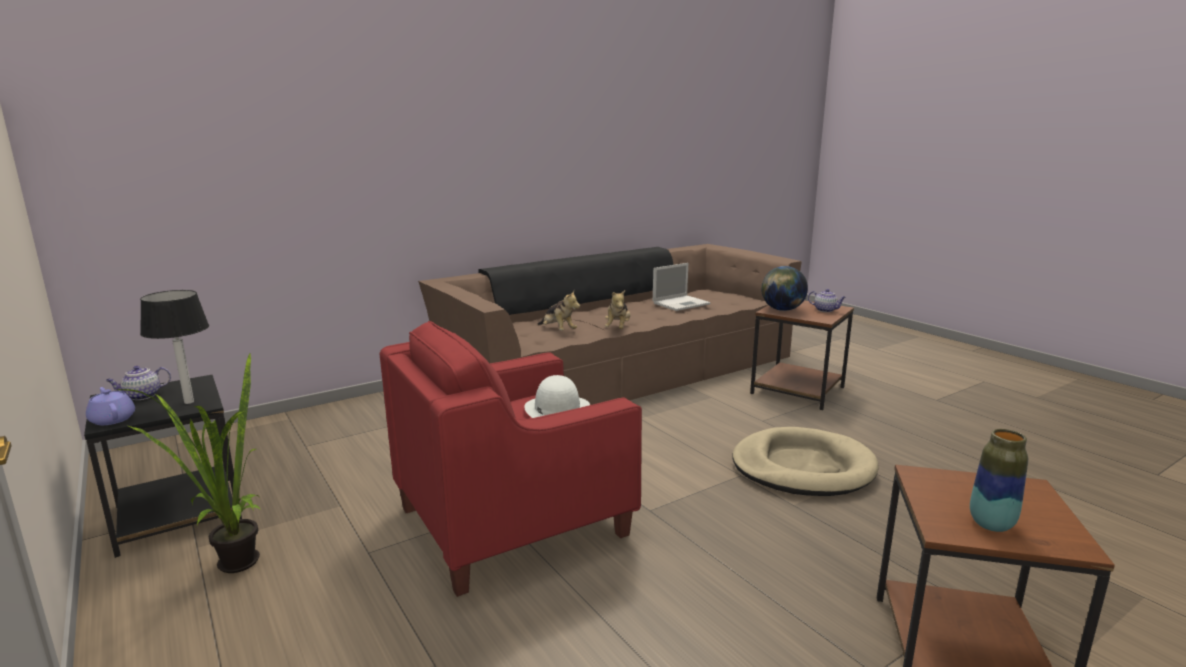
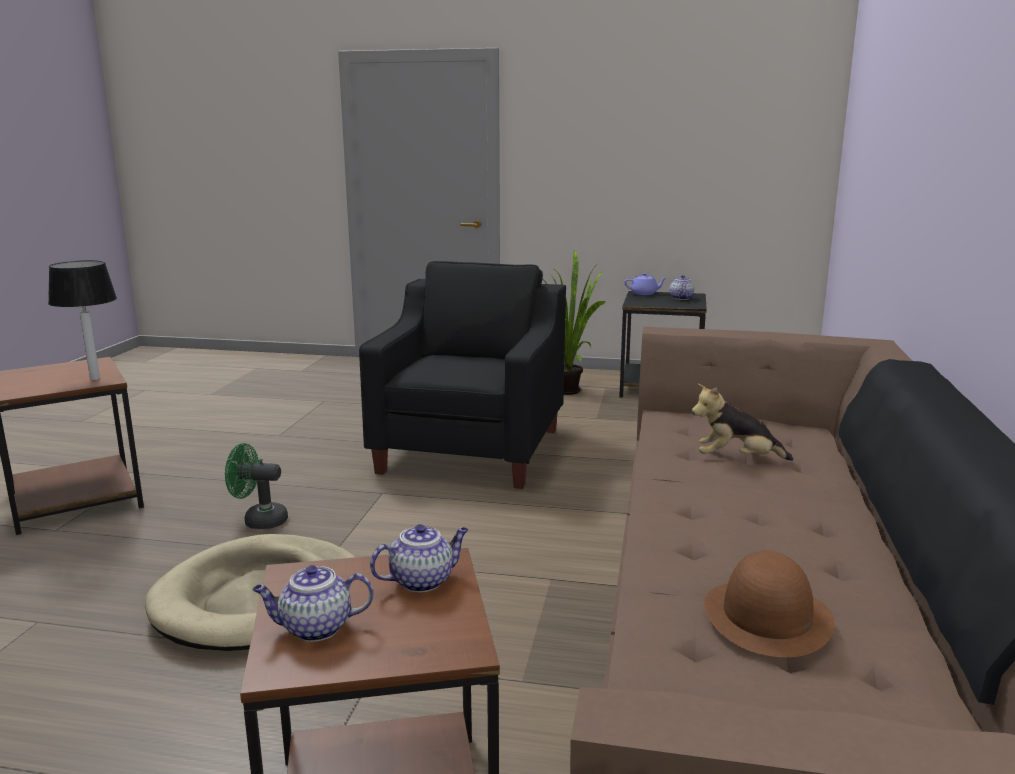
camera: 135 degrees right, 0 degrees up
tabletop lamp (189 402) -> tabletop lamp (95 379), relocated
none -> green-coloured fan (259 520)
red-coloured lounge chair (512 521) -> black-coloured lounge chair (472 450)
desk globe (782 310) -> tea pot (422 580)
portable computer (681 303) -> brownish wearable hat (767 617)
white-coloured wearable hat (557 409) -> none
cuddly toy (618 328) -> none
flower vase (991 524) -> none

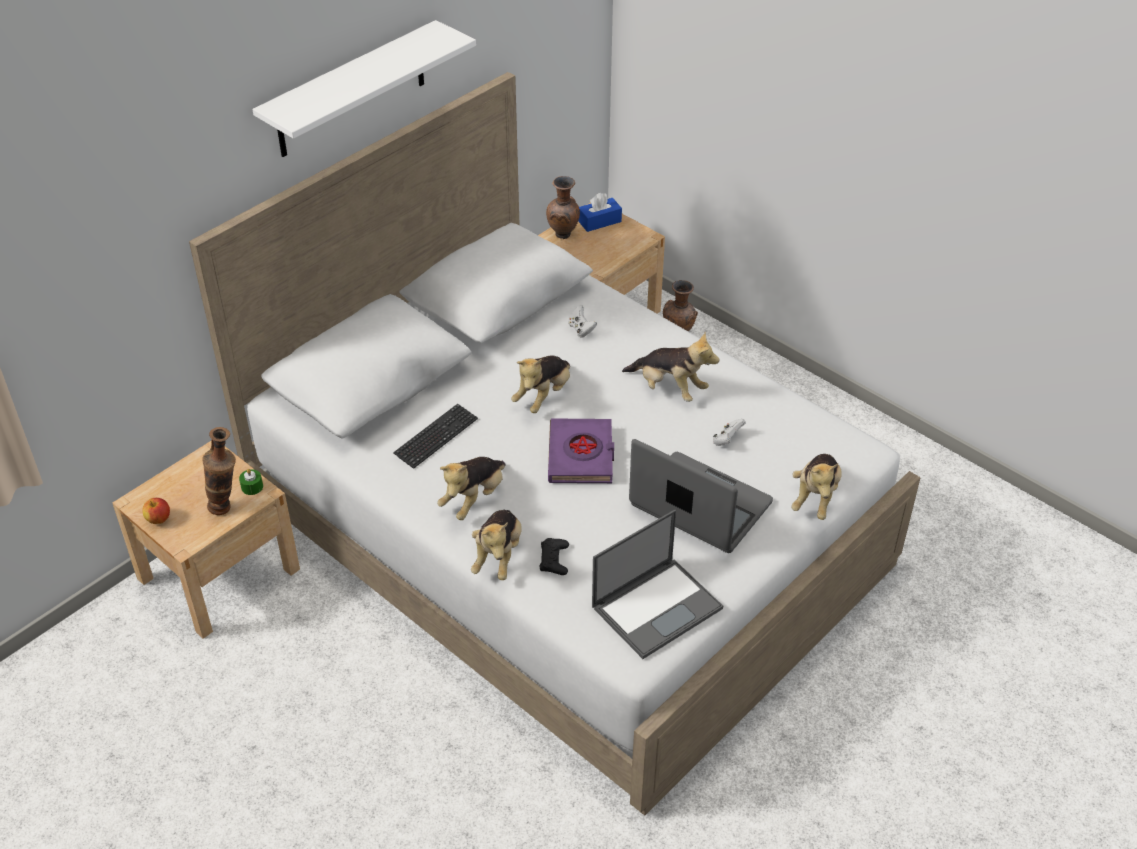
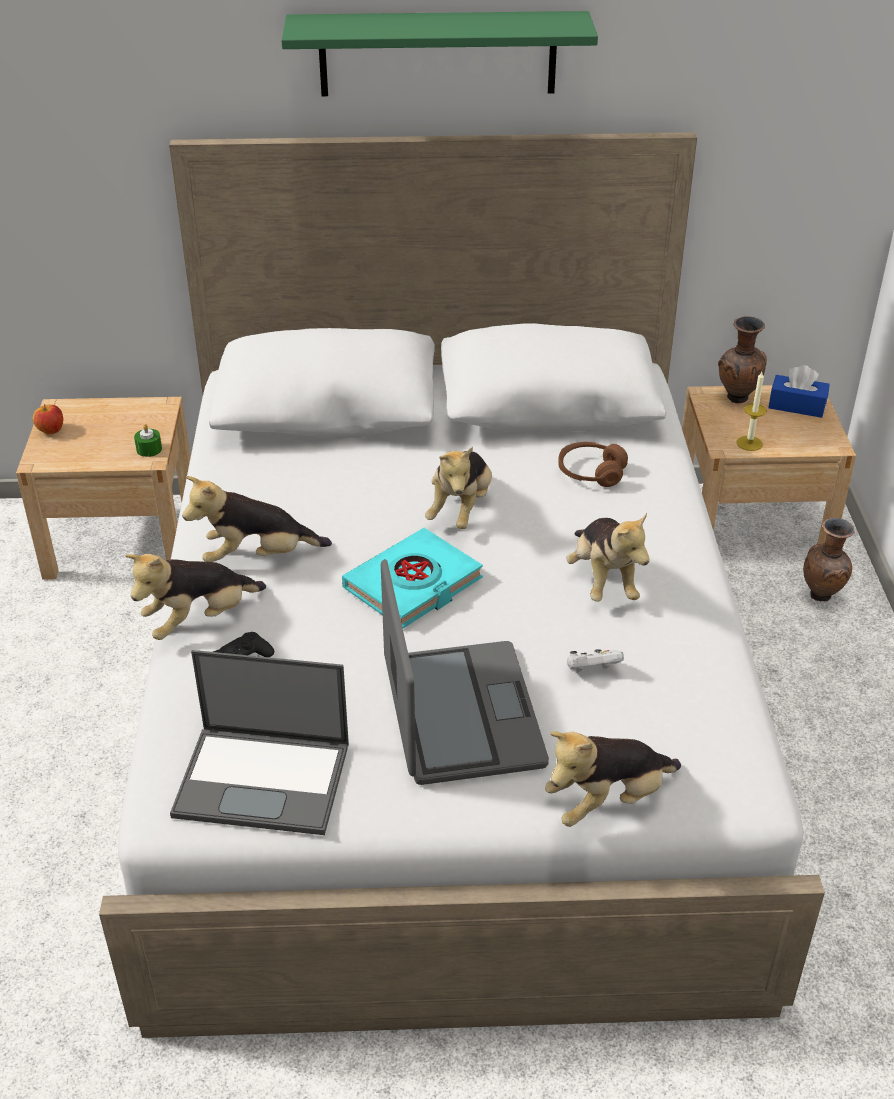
camera: 45 degrees right, 5 degrees down
white-coloured bracket shelf (351 90) -> green-coloured bracket shelf (438 53)
purple-coloured volume (581 456) -> turquoise volume (413 585)
cuddly toy (543 396) -> cuddly toy (461 509), 60 degrees counterclockwise
white-coloured joypad (581 329) -> brownish headset (591 473)
none -> wax light (749 443)
flower vase (227 508) -> none
computer keyboard (436 437) -> none

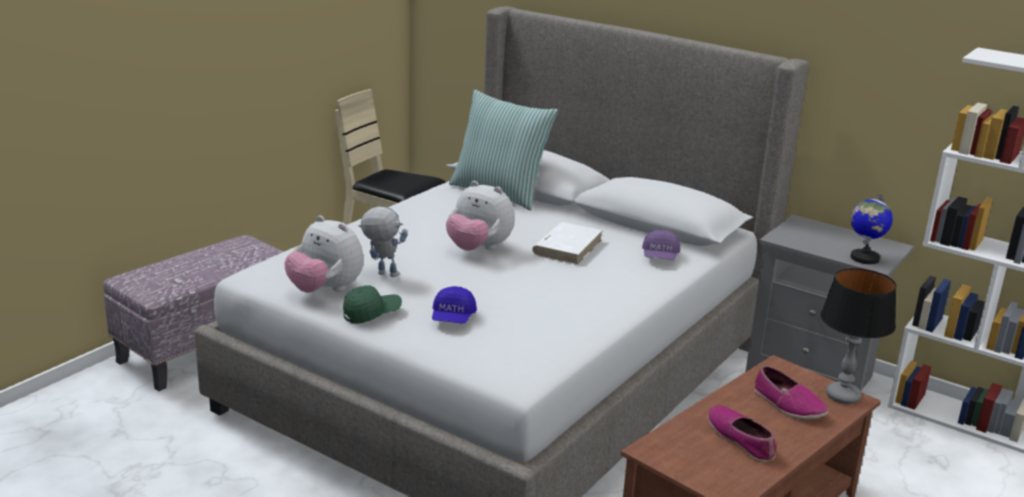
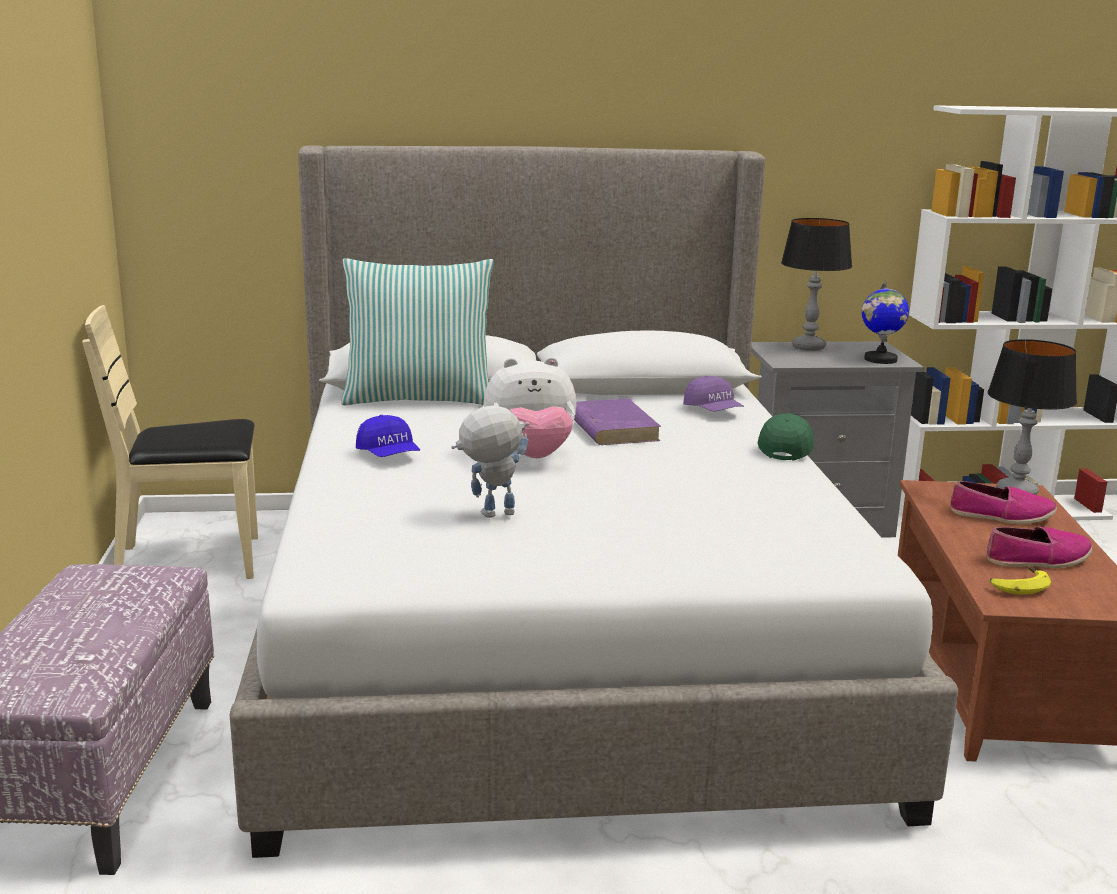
camera: 40 degrees left, 5 degrees down
bluish baseball cap (453 318) -> bluish baseball cap (389 455), relocated
white-coloured volume (567 247) -> purple-coloured volume (611 428)
green-coloured baseball cap (372 314) -> green-coloured baseball cap (786 449), relocated
none -> tabletop lamp (808 347)
low shoe (741 440) -> low shoe (1037 559), 150 degrees clockwise
none -> banana (1017 586)
cuddly toy (325 290) -> none

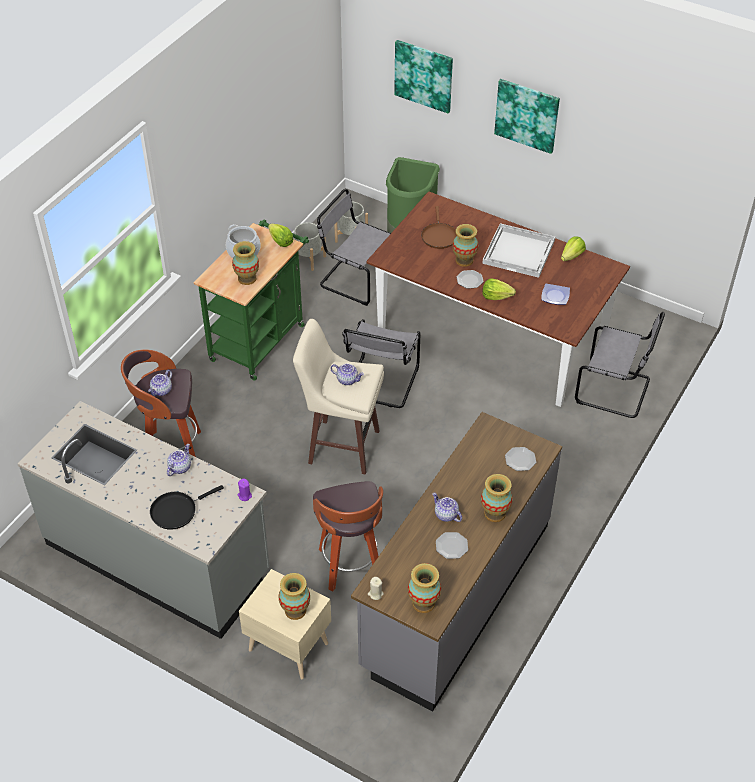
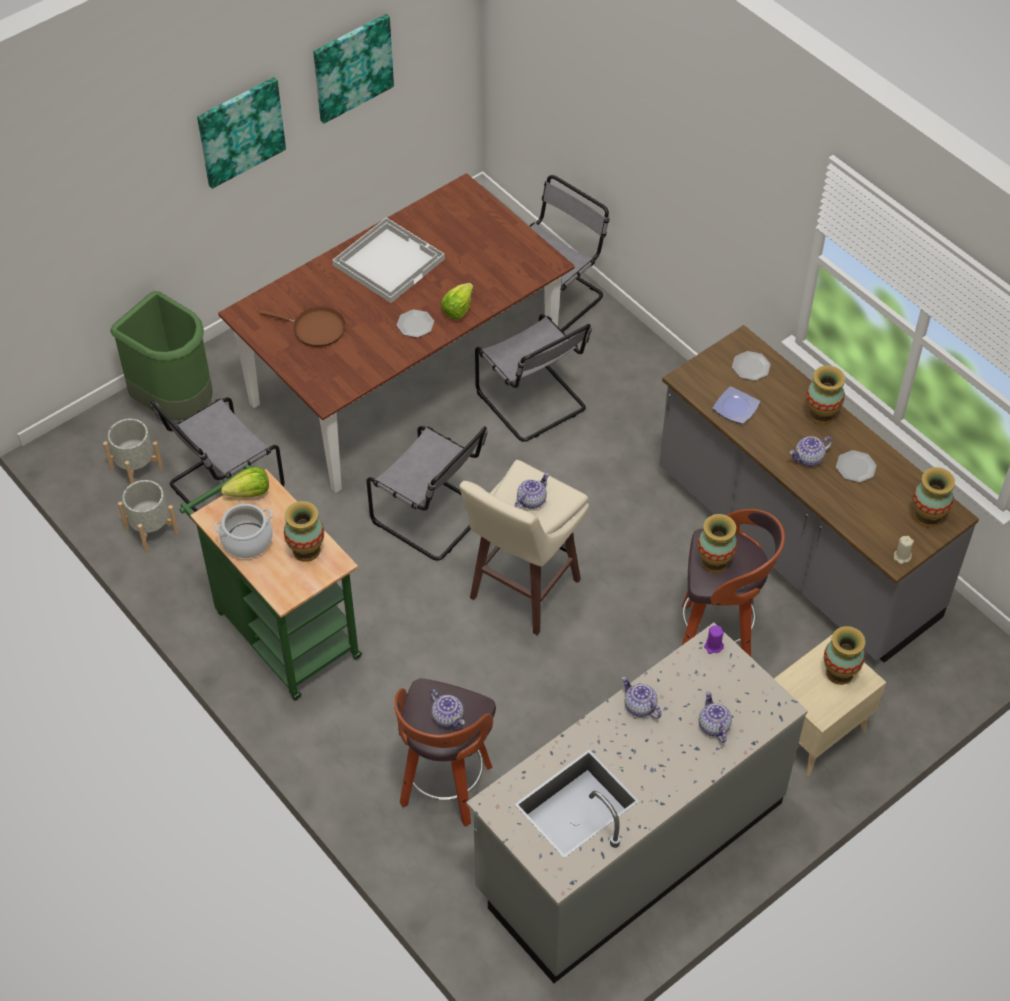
camera: 70 degrees left, 5 degrees up
picture (424 75) -> picture (352 67), relocated
none -> gray upright chair (534 403)
flower vase (464 260) -> flower vase (714 561), relocated
black-coloured skillet (177 511) -> tea pot (713 726)
plate (555 296) -> plate (737 407), relocated
lettuce (572 256) -> none

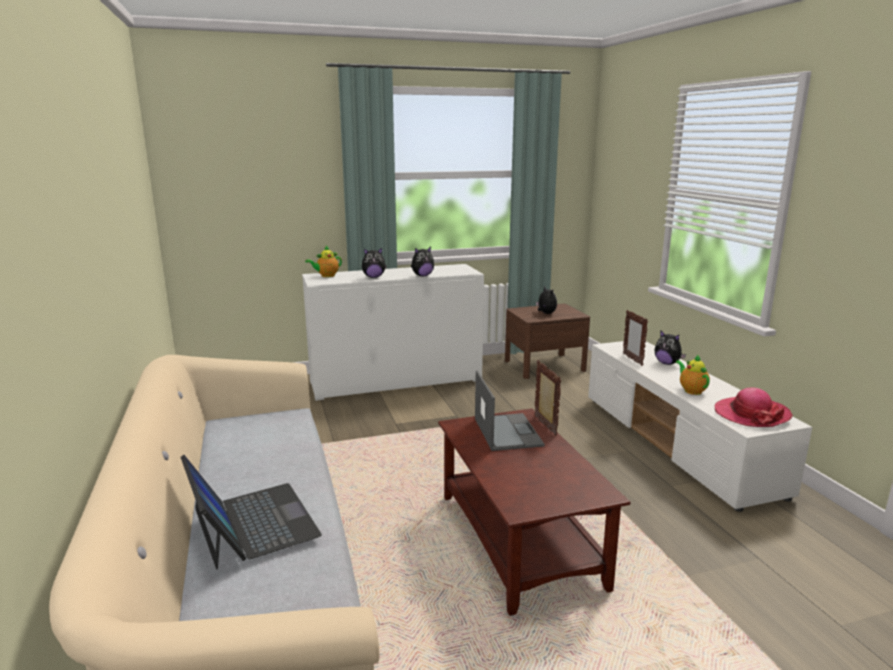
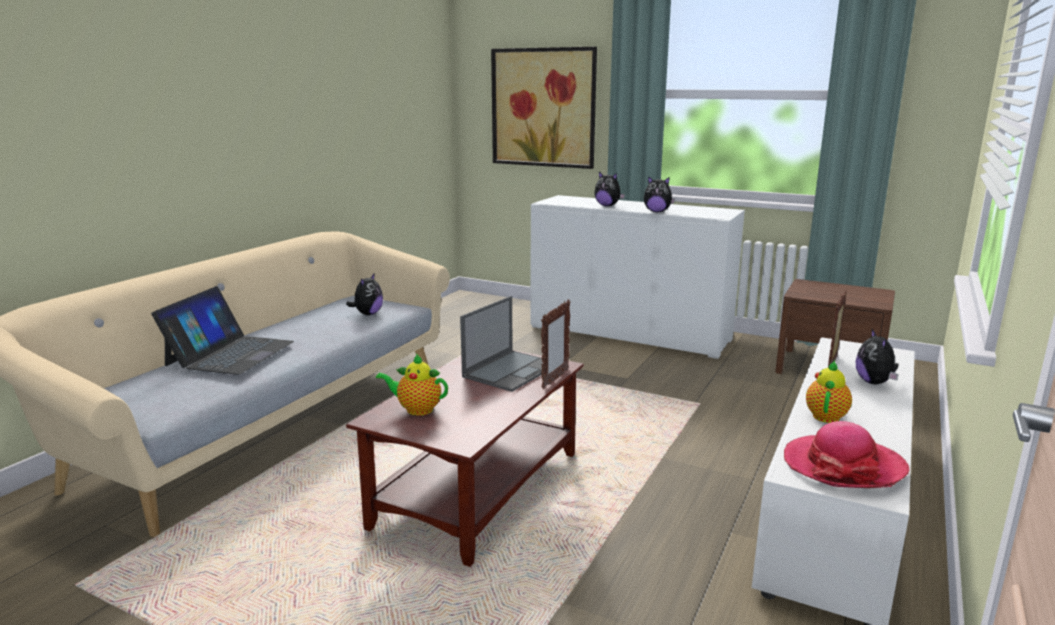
camera: 45 degrees right, 0 degrees up
cuddly toy (545 313) -> cuddly toy (368 314), relocated
tea pot (326 276) -> tea pot (416 409), relocated
none -> picture (543 108)

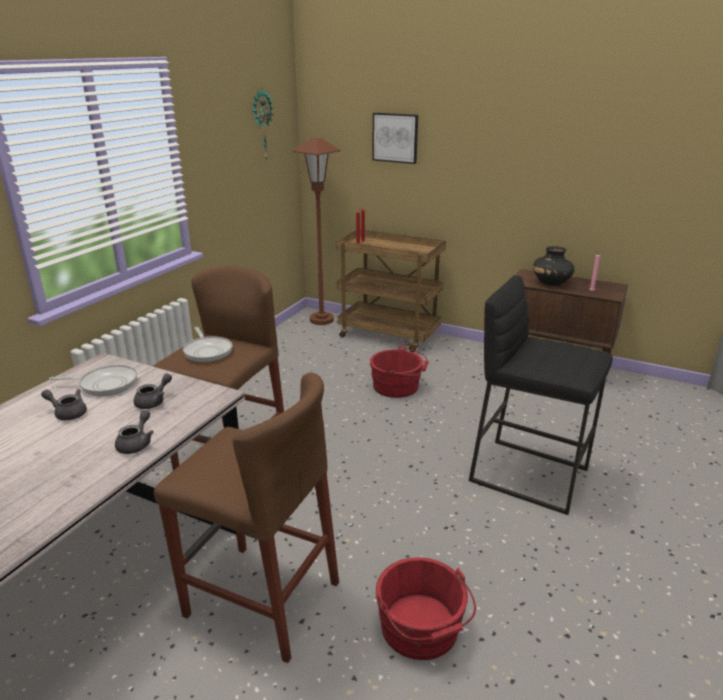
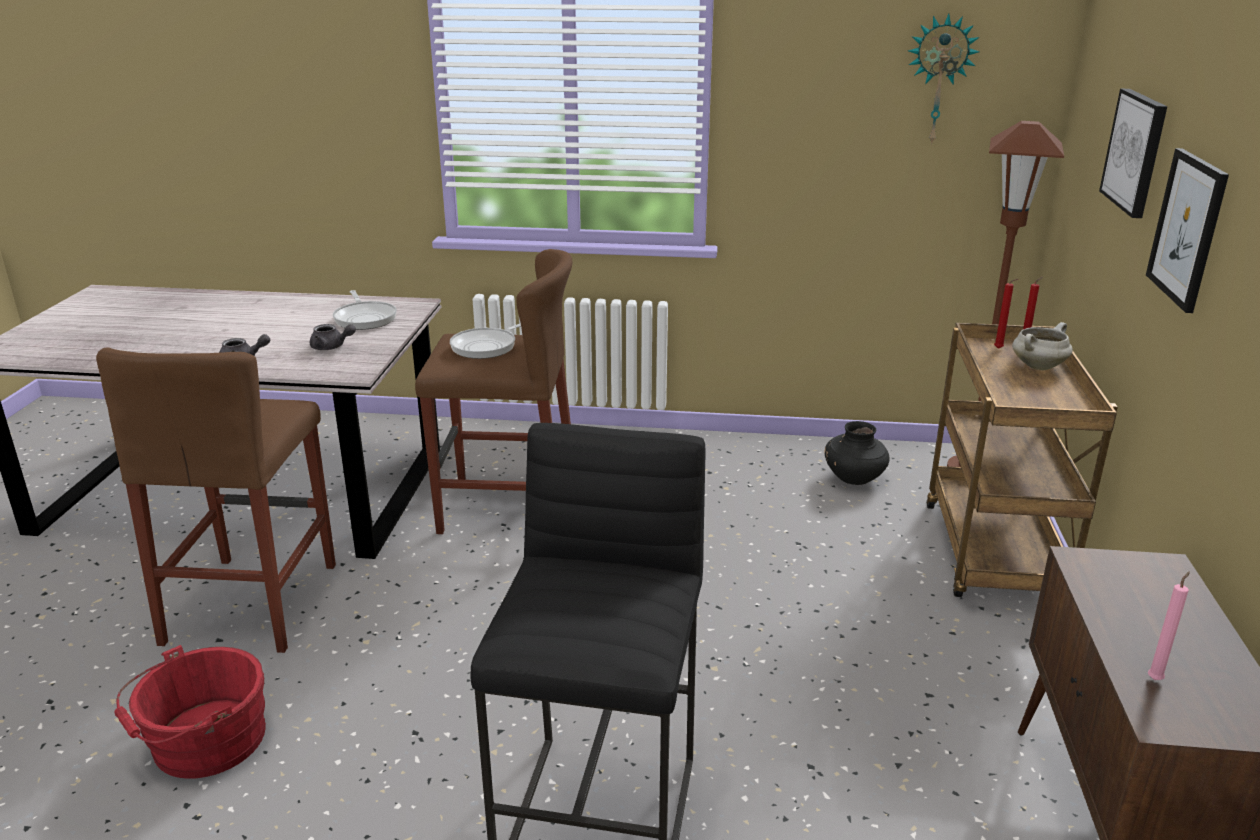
camera: 70 degrees right, 0 degrees up
black-coloured flower vase (551 283) -> black-coloured flower vase (854 479), relocated
none -> white-coloured stockpot (1038 366)
none -> picture (1187 229)
gray tea pot (68 413) -> none
red-coloured pail (398 386) -> none

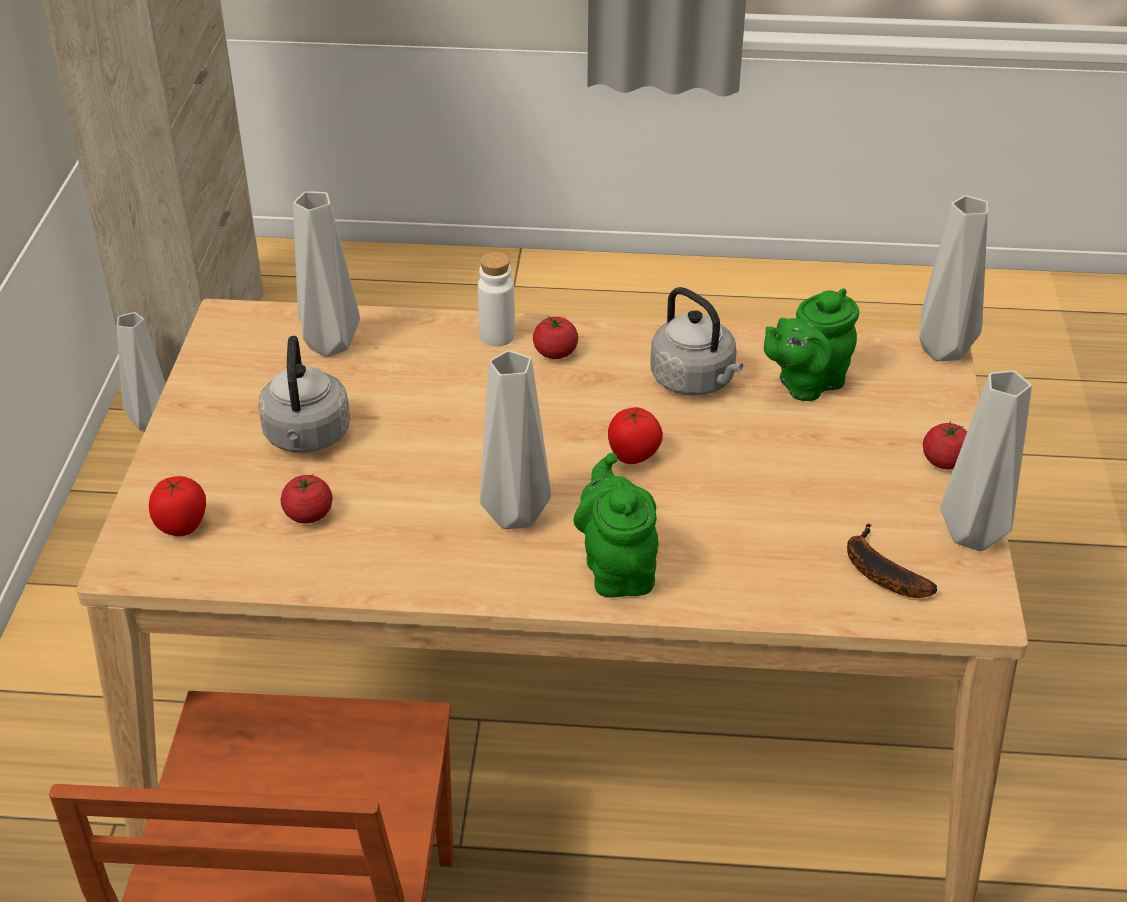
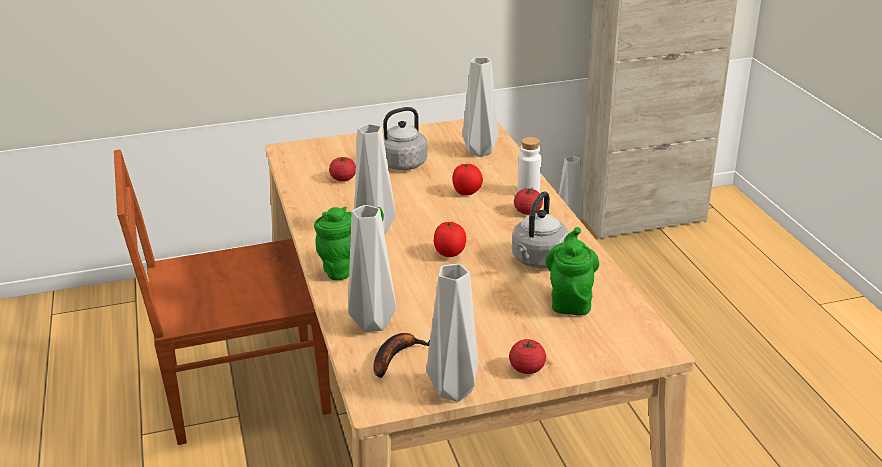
camera: 70 degrees right, 10 degrees down
gray flower vase (940 349) -> gray flower vase (374 323), relocated
tomato (182 526) -> tomato (467 193), relocated
green-coloured tea pot (806 383) -> green-coloured tea pot (570 300), 60 degrees clockwise

